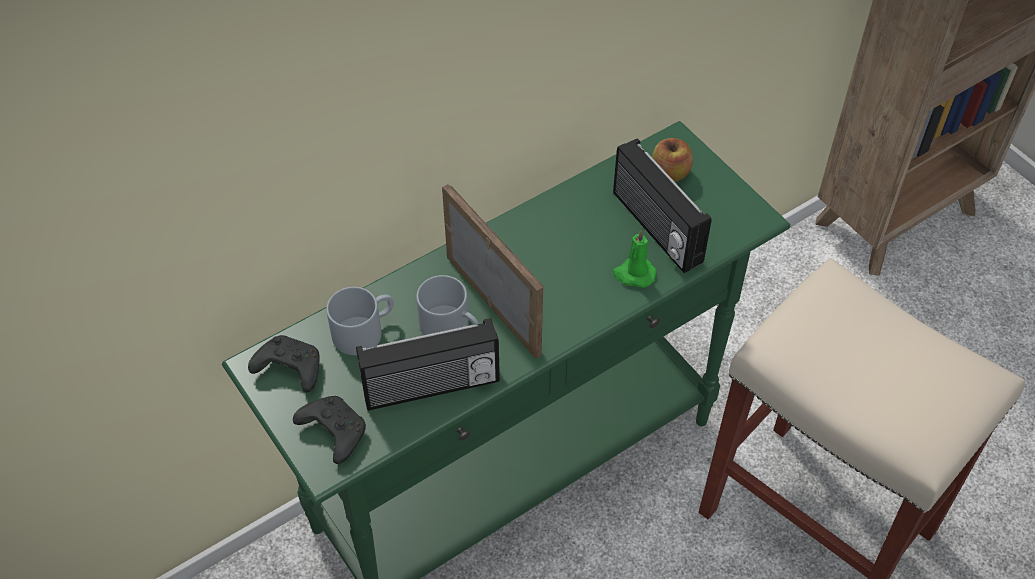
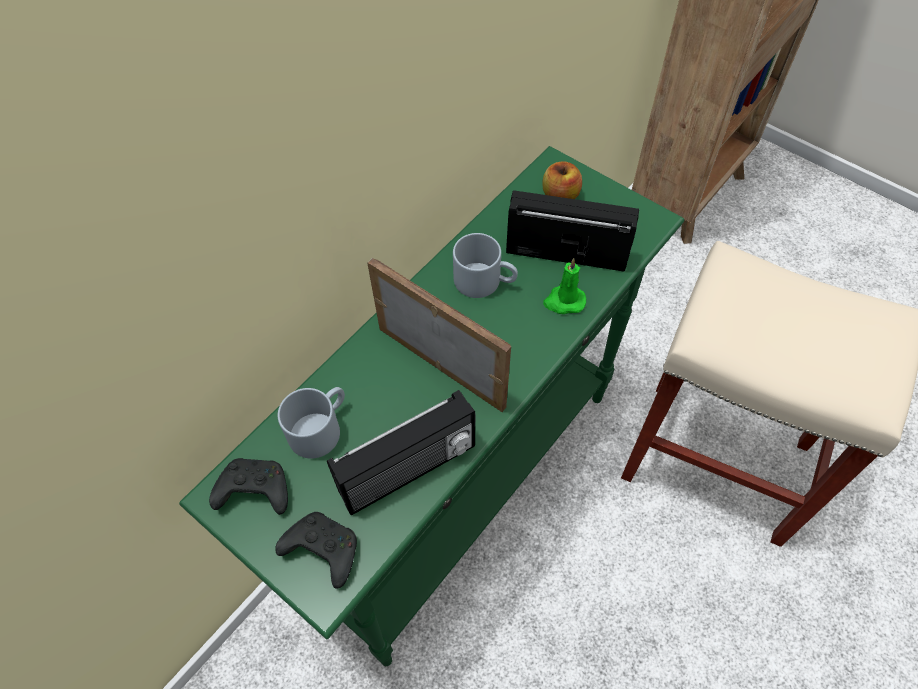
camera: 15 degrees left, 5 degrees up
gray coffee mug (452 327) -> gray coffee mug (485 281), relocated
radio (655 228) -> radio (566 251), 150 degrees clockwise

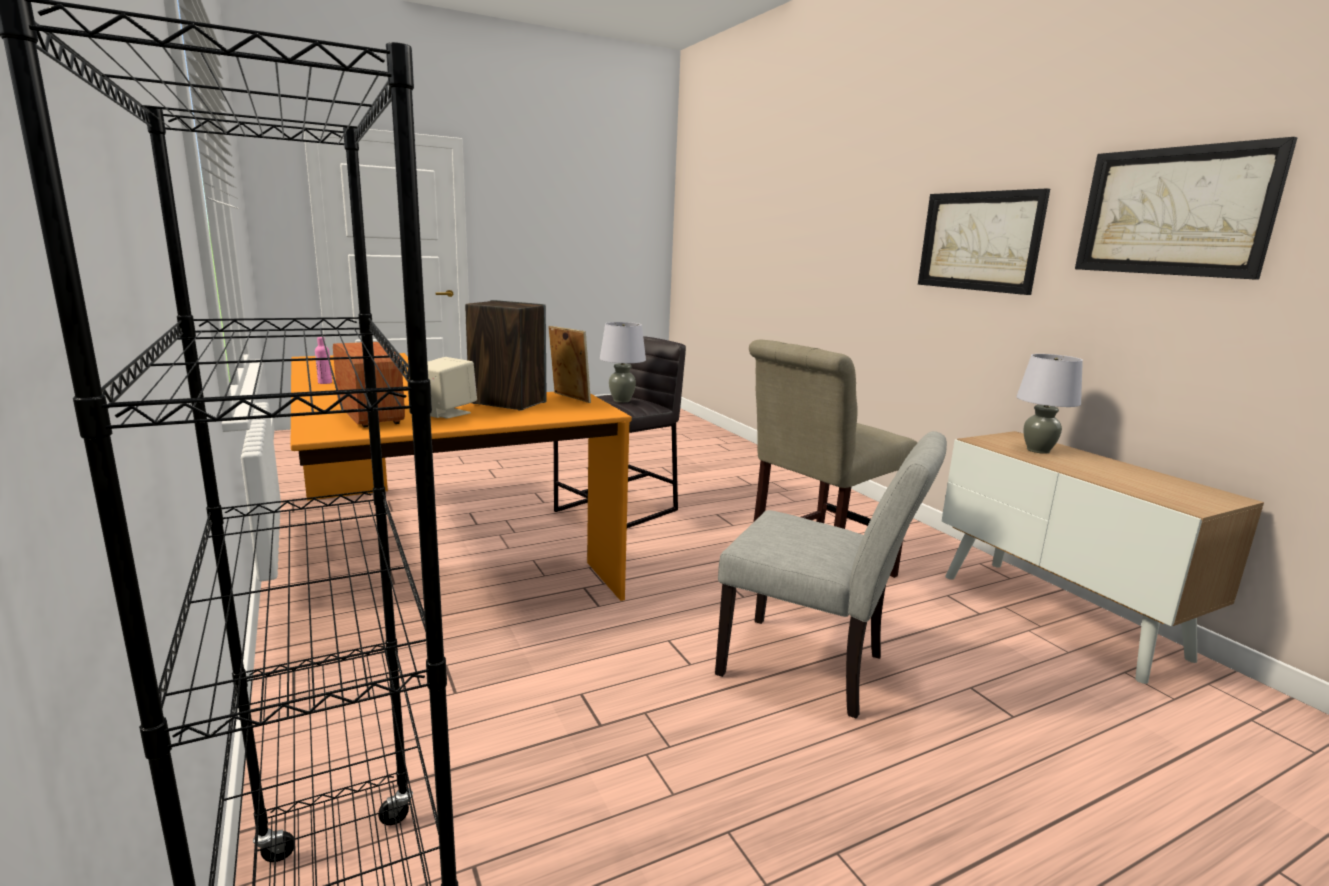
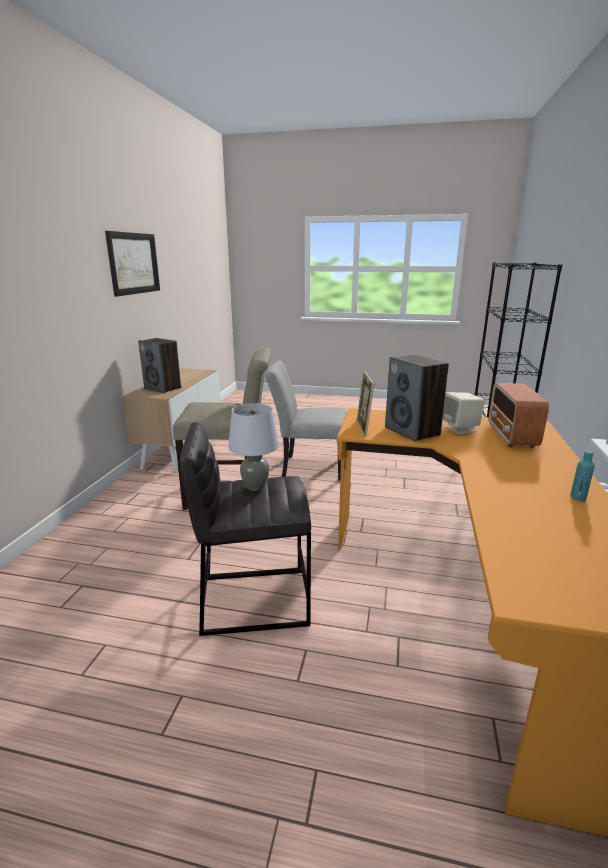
camera: 140 degrees left, 5 degrees up
gray tabletop lamp (1038 450) -> loudspeaker (163 388)
gray upright chair (815 669) -> gray upright chair (307 467), 60 degrees counterclockwise
pinkish bottle (325 382) -> turquoise bottle (578 497)
picture (979 241) -> none

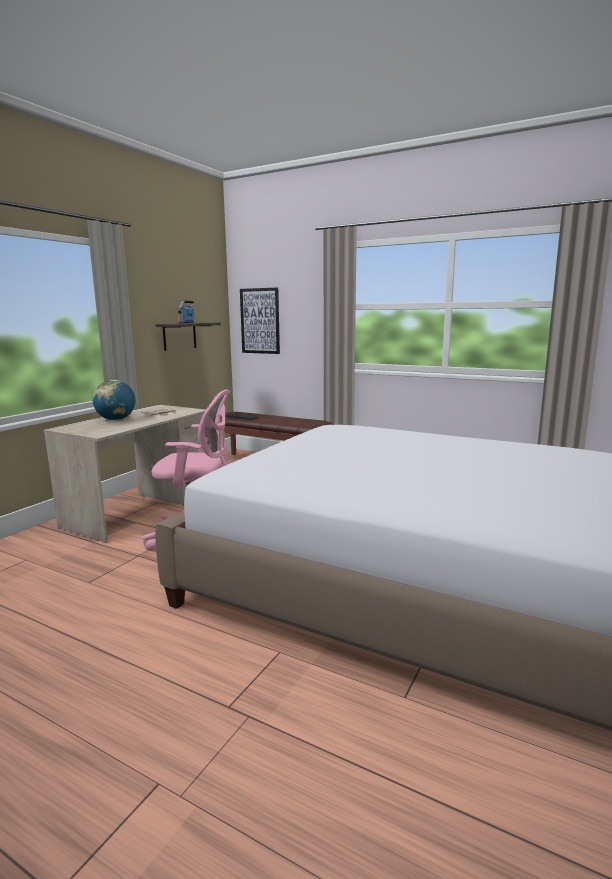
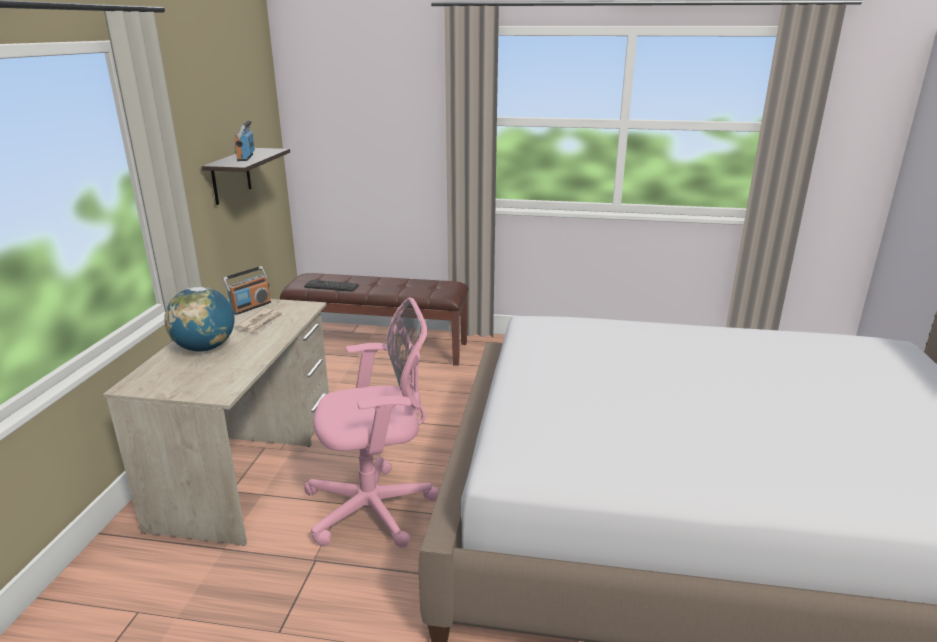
camera: 20 degrees left, 10 degrees up
none -> radio (250 307)
picture (260 321) -> none

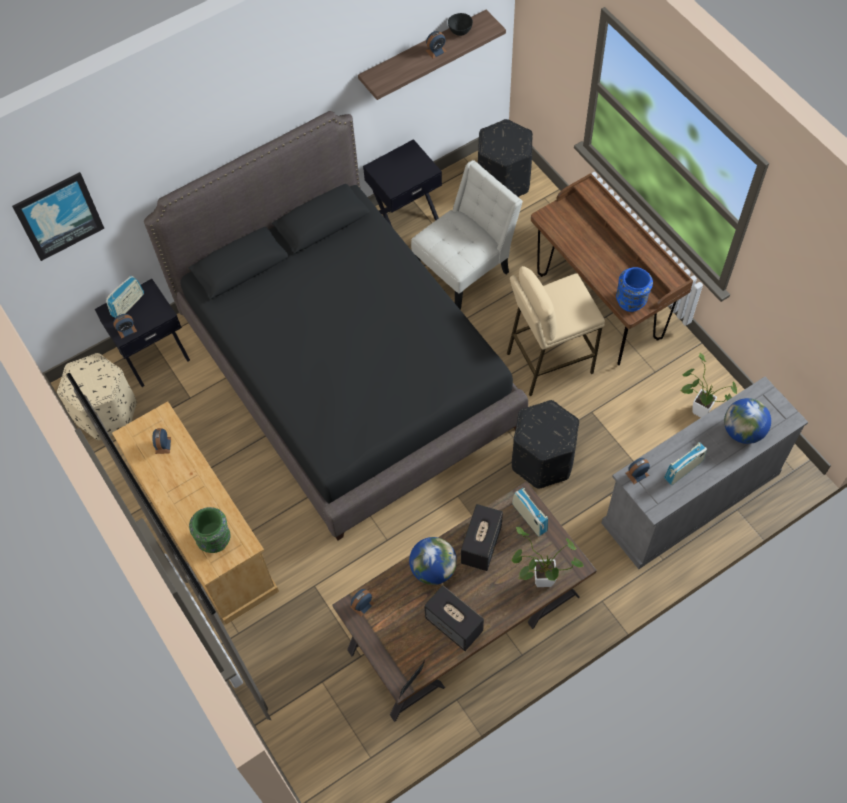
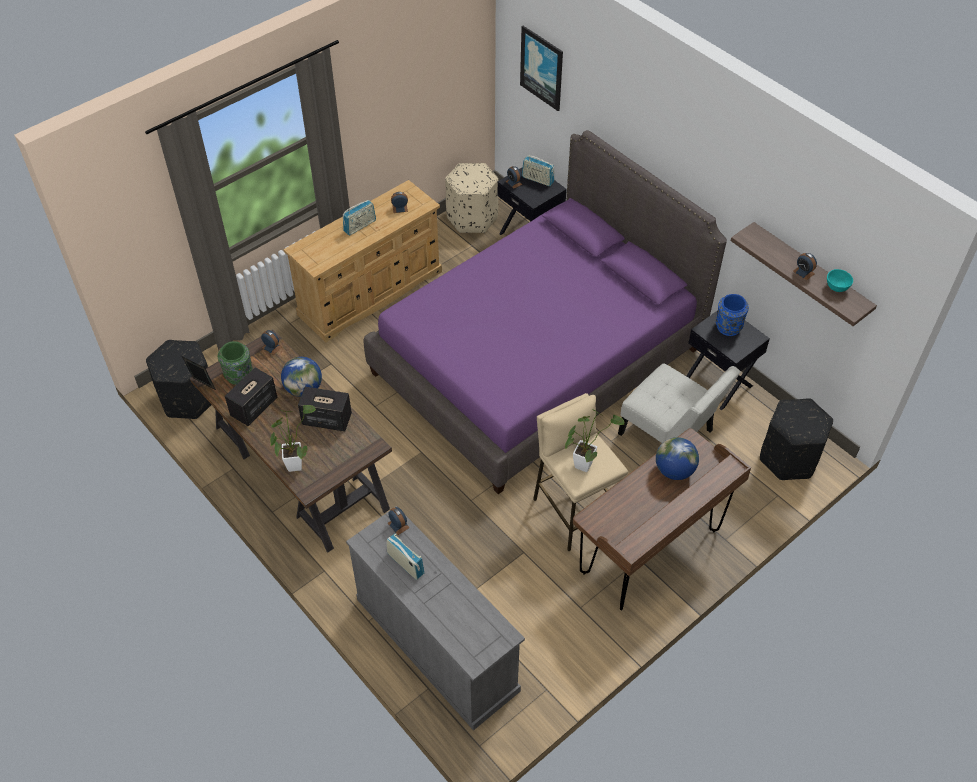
camera: 80 degrees right, 10 degrees down
black-coloured pouffe (542 460) -> black-coloured pouffe (188 398), relocated
green-coloured flower vase (215 539) -> green-coloured flower vase (239 376), relocated
radio (529 517) -> radio (360 226), relocated
black-coloured bedroom bed (348 370) -> purple-coloured bedroom bed (537 361)
plant in a pot (697 409) -> plant in a pot (585 462), relocated
desk globe (743 431) -> desk globe (674 470), relocated
bluish flower vase (631 301) -> bluish flower vase (728 328), relocated
black-coloured bowl (459 32) -> turquoise bowl (836 287)

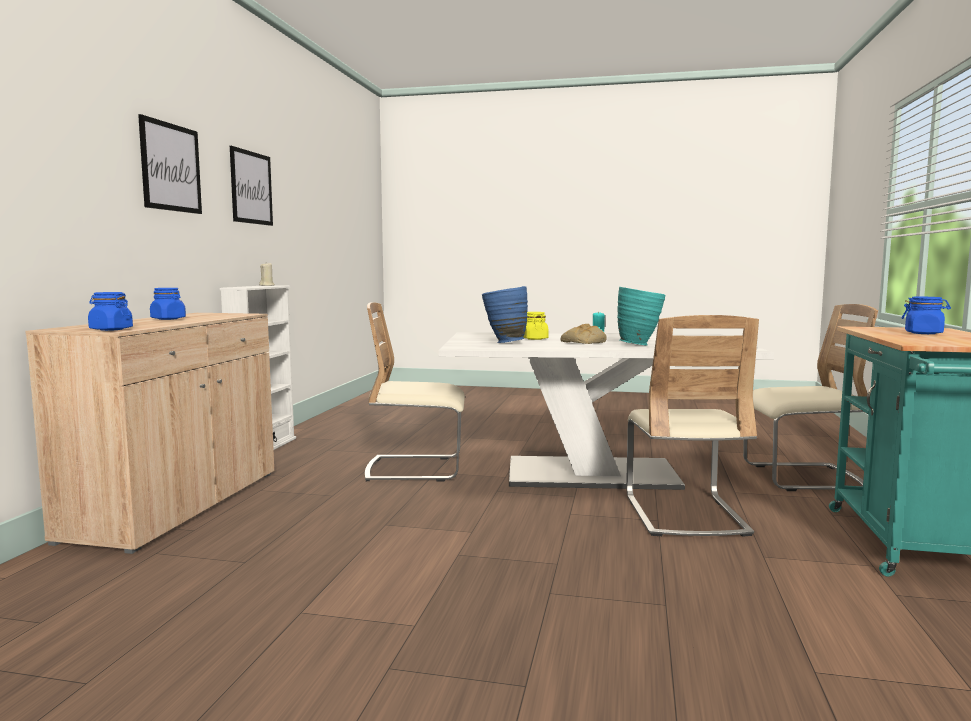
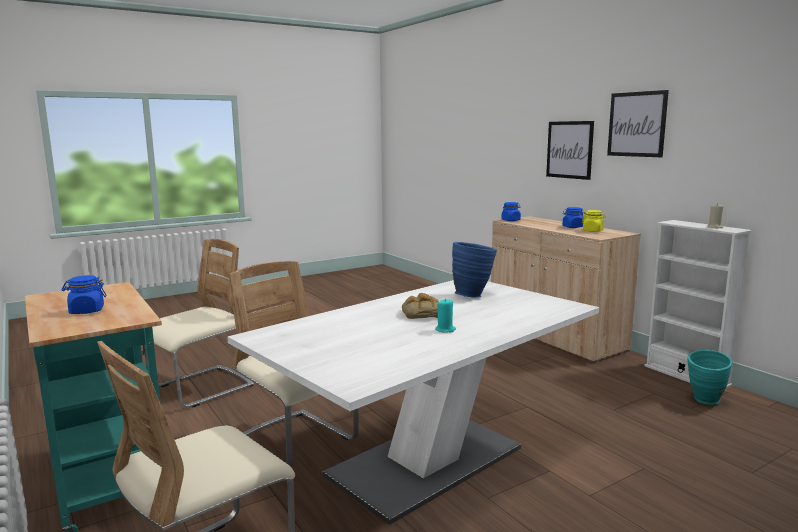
camera: 135 degrees right, 5 degrees up
beige-coloured upright chair (415 469) -> beige-coloured upright chair (202 388), relocated
picture (251 187) -> picture (569 149), relocated
yellowish jar (535 339) -> yellowish jar (593 231), relocated
turquoise flower vase (640 345) -> turquoise flower vase (705 402), relocated

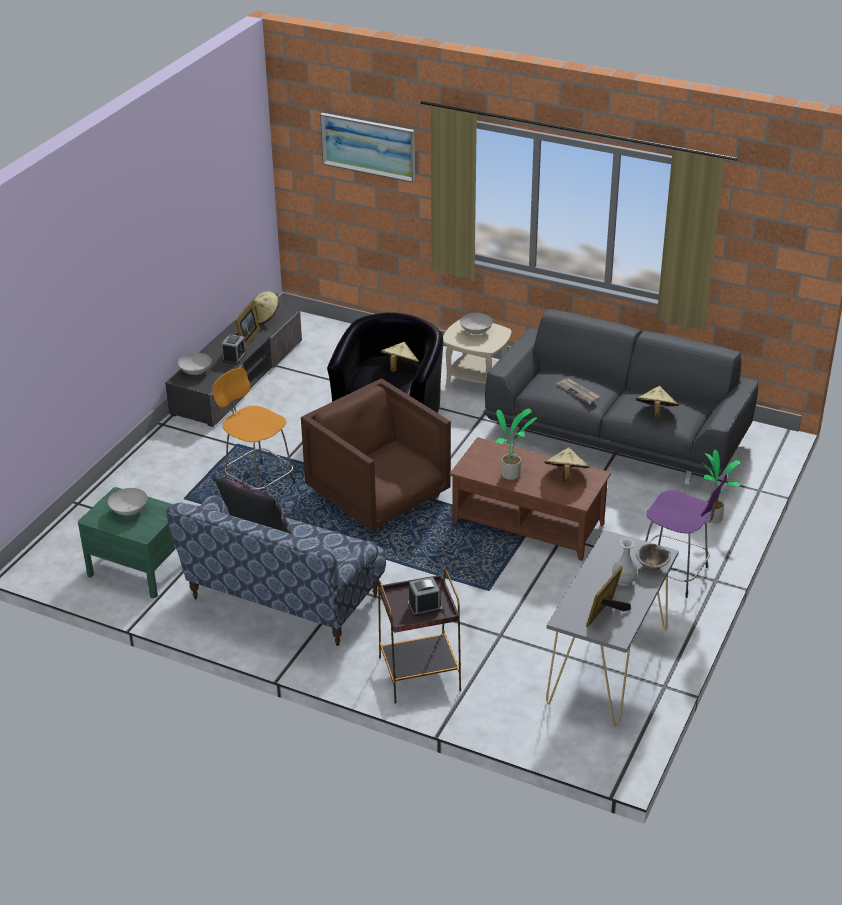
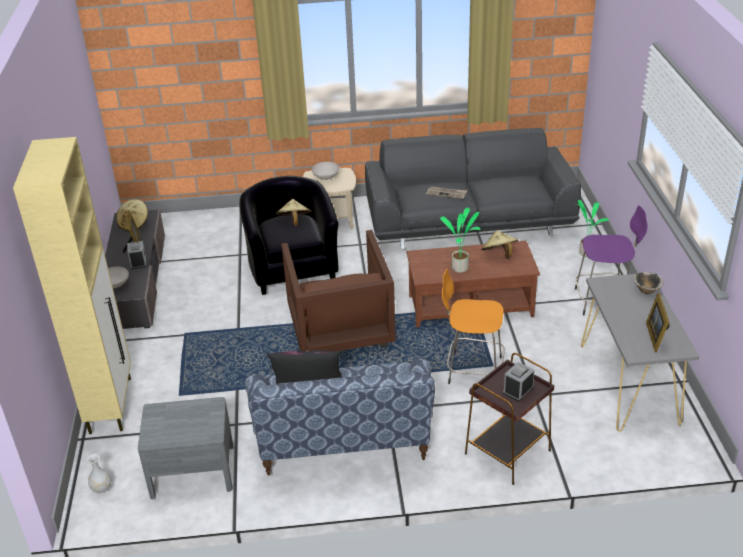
camera: 30 degrees left, 0 degrees up
none -> beige-coloured cupboard (111 404)
white-coloured flower vase (623 581) -> white-coloured flower vase (101 489), relocated
green-coloured nightstand (138 568) -> gray nightstand (192 471)
brownish lounge chair (378 495) -> brownish lounge chair (340 329), 120 degrees counterclockwise
orange-coloured sitting stool (258 482) -> orange-coloured sitting stool (472 370), relocated
white-coloured bowl (128 511) -> none
picture (368 146) -> none
beige-coloured wearable hat (655 413) -> none

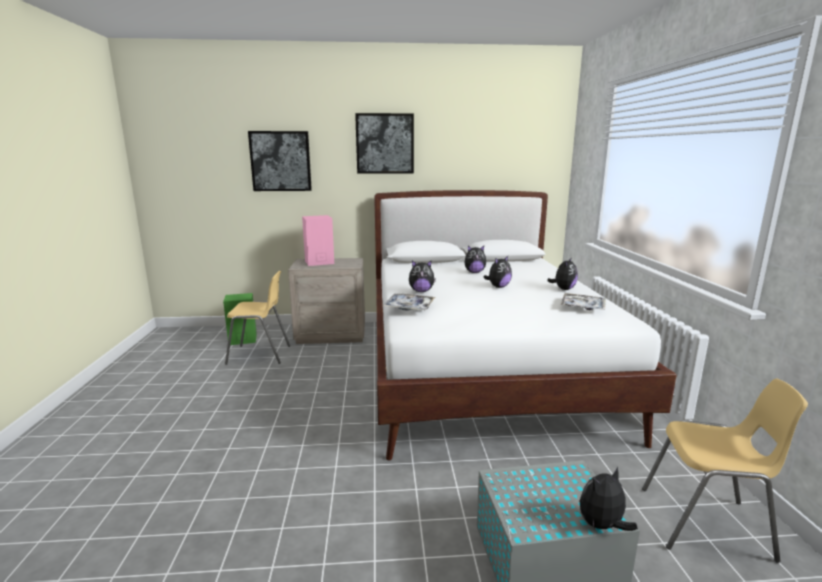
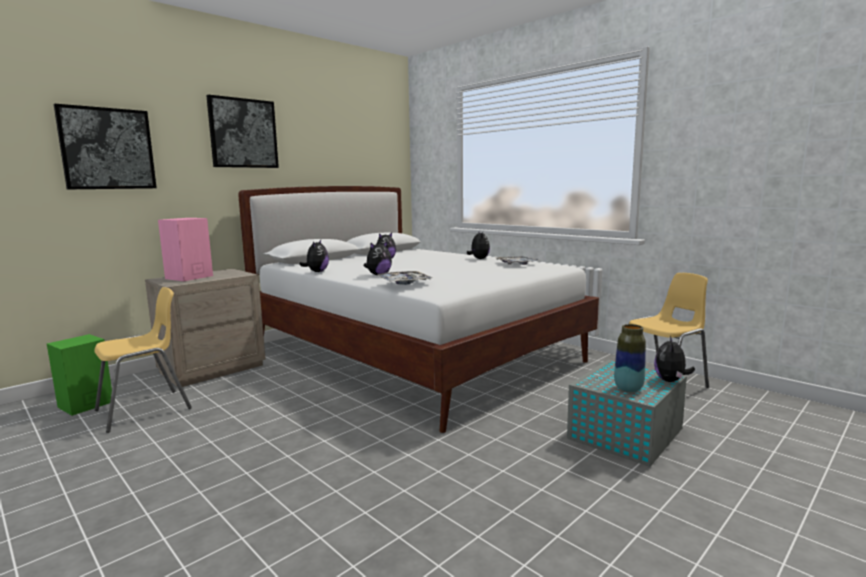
camera: 40 degrees left, 5 degrees down
cuddly toy (498 287) -> cuddly toy (317 272), relocated
none -> flower vase (628 389)

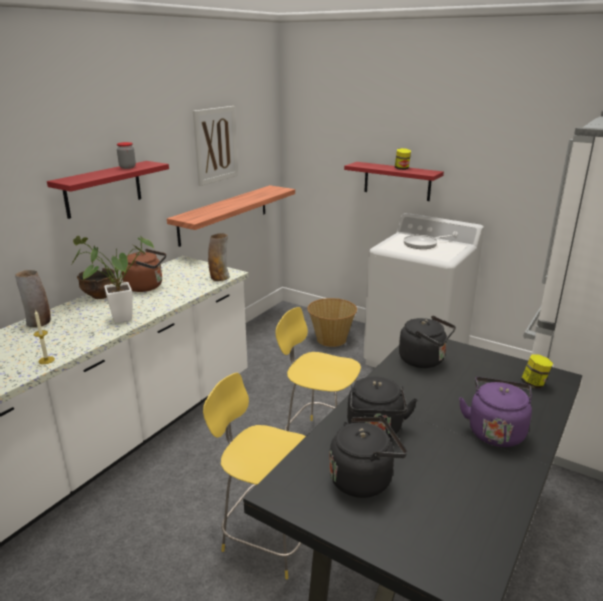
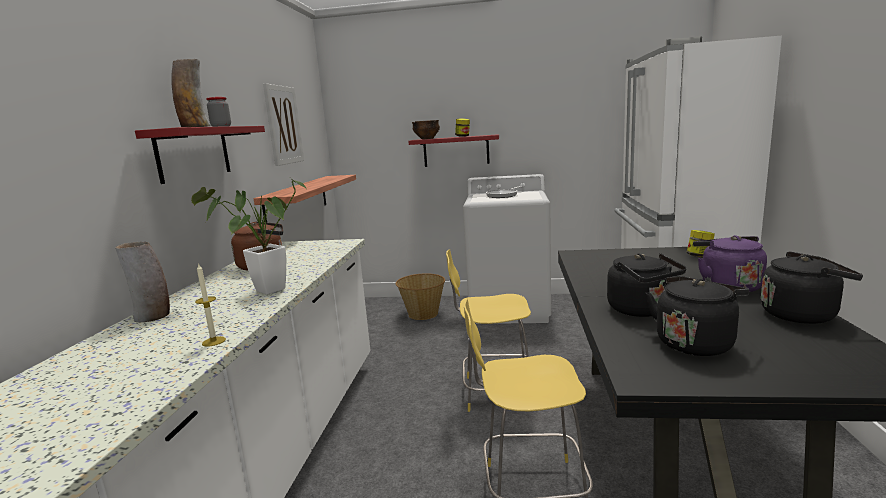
camera: 25 degrees left, 10 degrees down
flower vase (219 277) -> flower vase (195 127), relocated
bowl (100 296) -> bowl (427 139), relocated
black-coloured tea kettle (424 360) -> black-coloured tea kettle (802 314), relocated

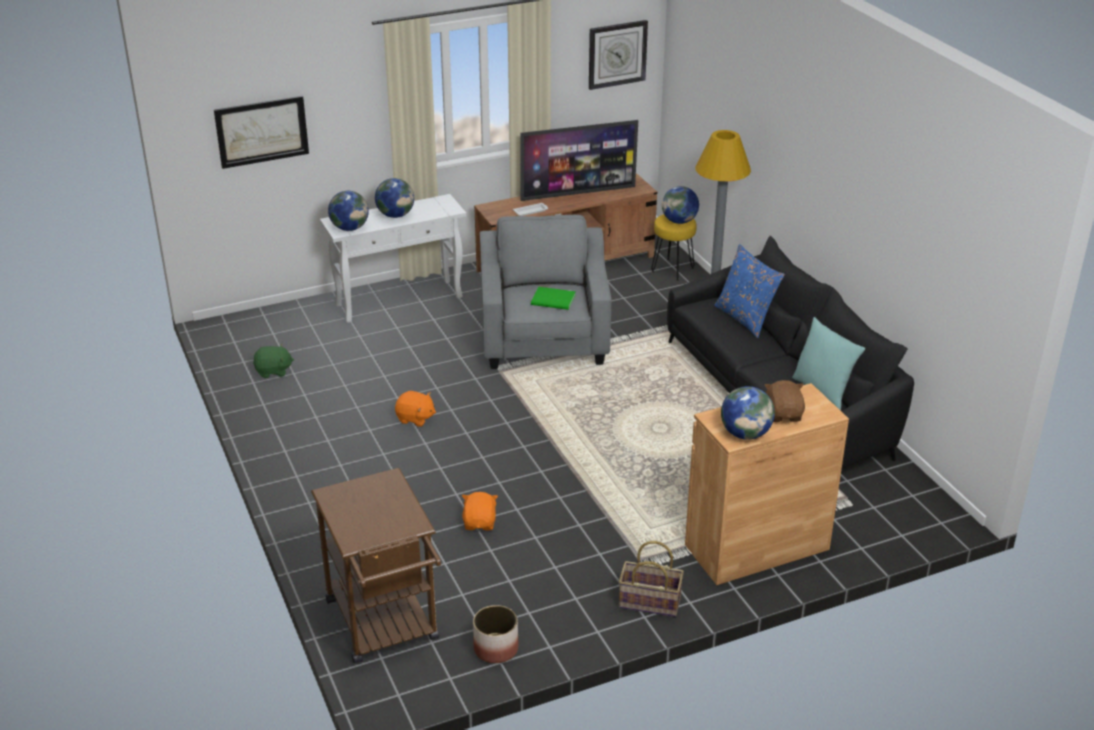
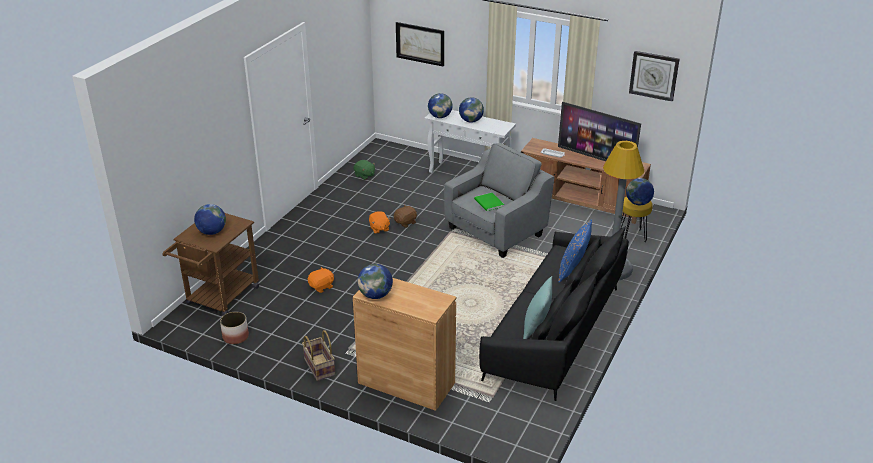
camera: 50 degrees right, 0 degrees up
none -> desk globe (212 232)
brownish cuddly toy (784 414) -> brownish cuddly toy (406 223), relocated

